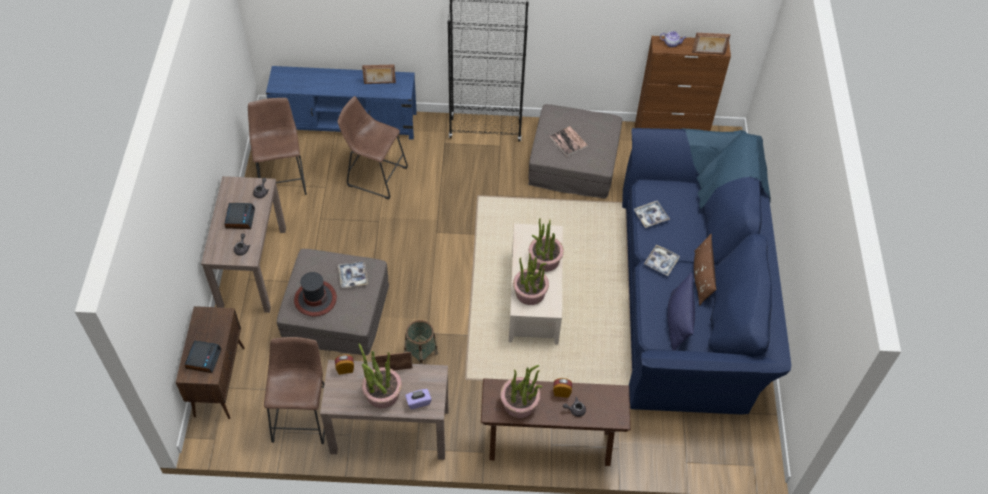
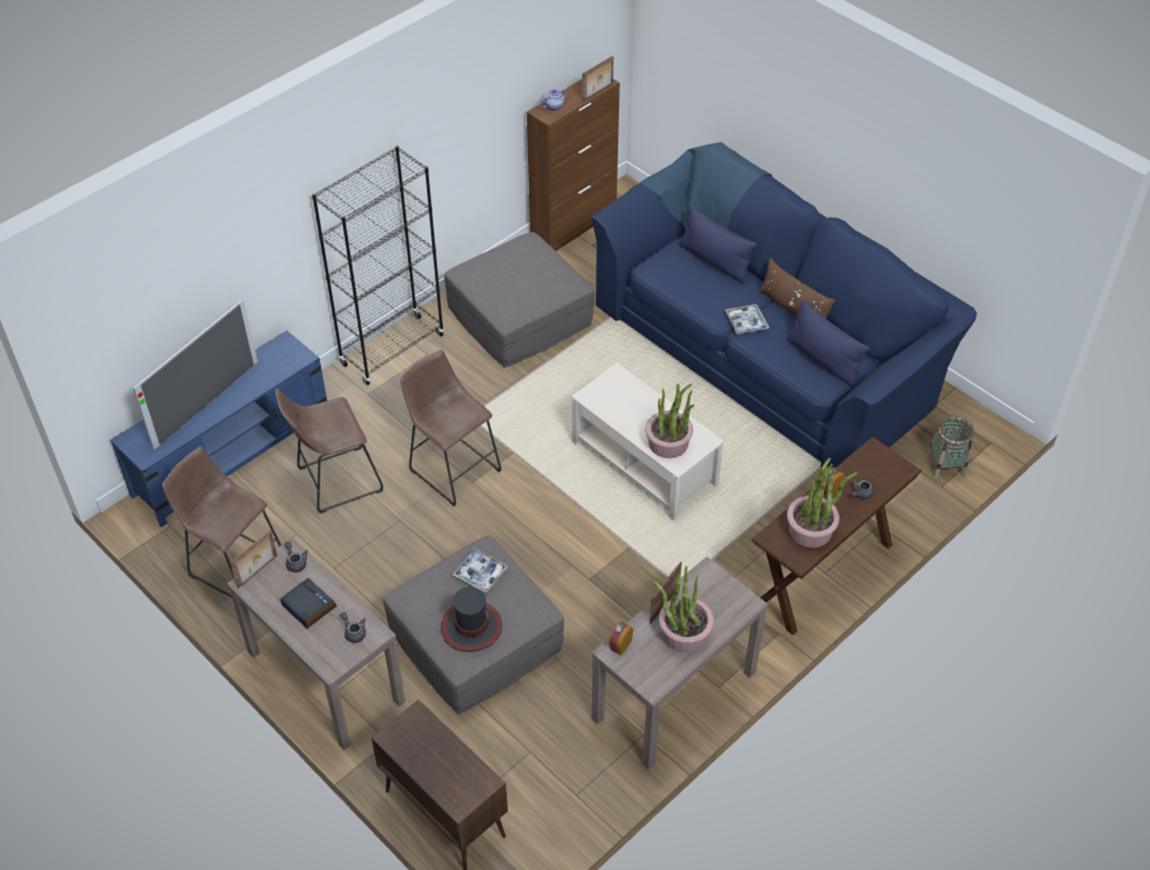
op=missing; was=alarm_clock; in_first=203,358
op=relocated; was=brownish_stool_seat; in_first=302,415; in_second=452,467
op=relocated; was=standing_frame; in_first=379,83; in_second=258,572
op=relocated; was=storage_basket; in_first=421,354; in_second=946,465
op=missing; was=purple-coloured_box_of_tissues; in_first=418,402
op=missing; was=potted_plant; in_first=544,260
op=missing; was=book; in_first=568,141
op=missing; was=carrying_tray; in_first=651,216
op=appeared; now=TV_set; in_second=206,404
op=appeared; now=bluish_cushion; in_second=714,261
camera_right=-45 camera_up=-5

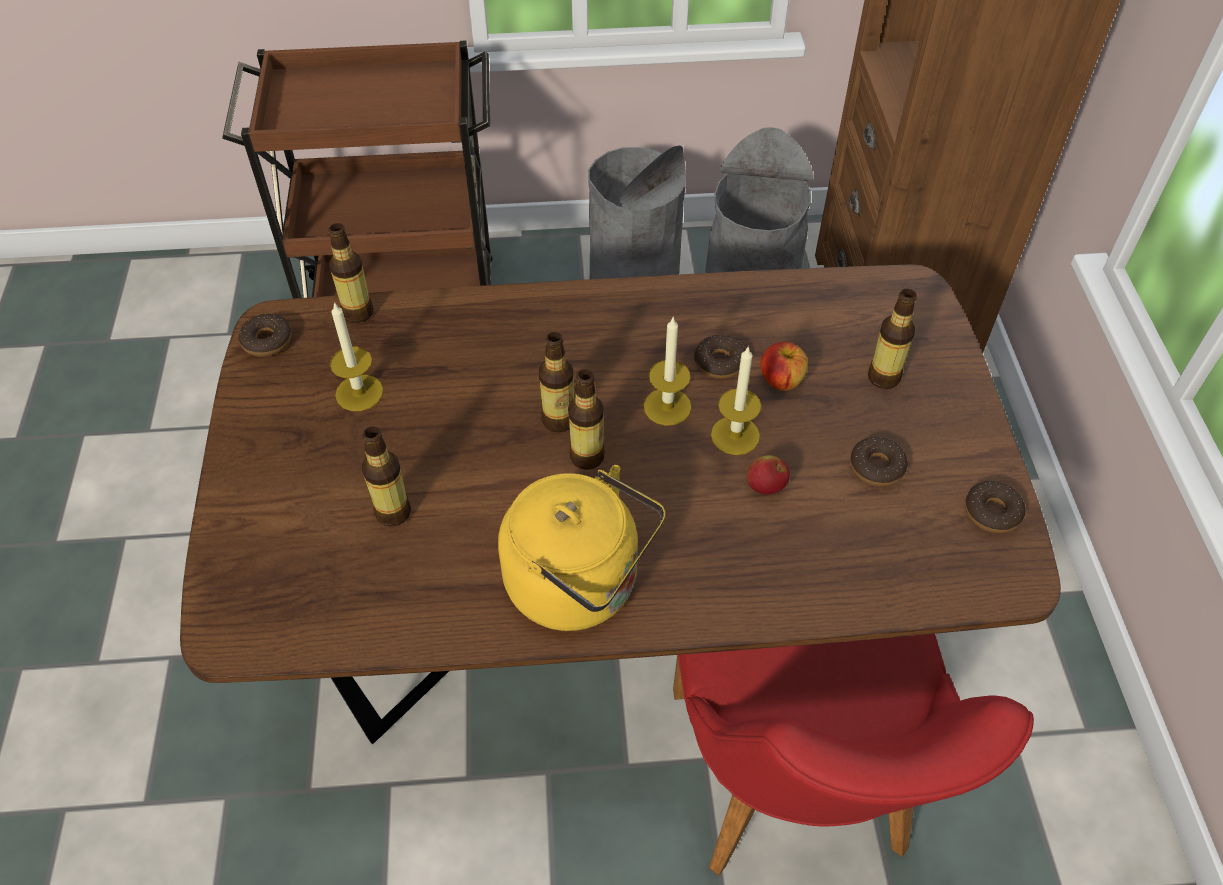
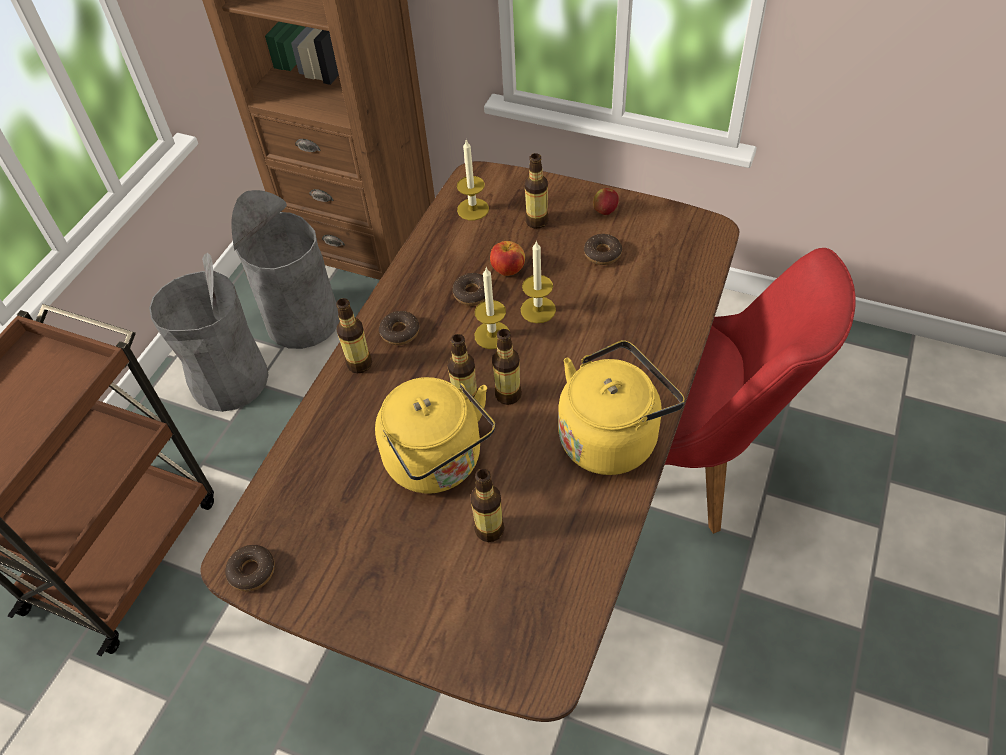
op=relocated; was=drink_bottle; in_first=357,313; in_second=359,364
op=relocated; was=wax_candle; in_first=359,393; in_second=473,209
op=relocated; was=apple; in_first=765,486; in_second=605,211
op=relocated; was=ring_doughnut; in_first=992,512; in_second=400,332
op=appeared; now=yellowish_water_kettle; in_second=438,463
camera_right=-60 camera_up=0

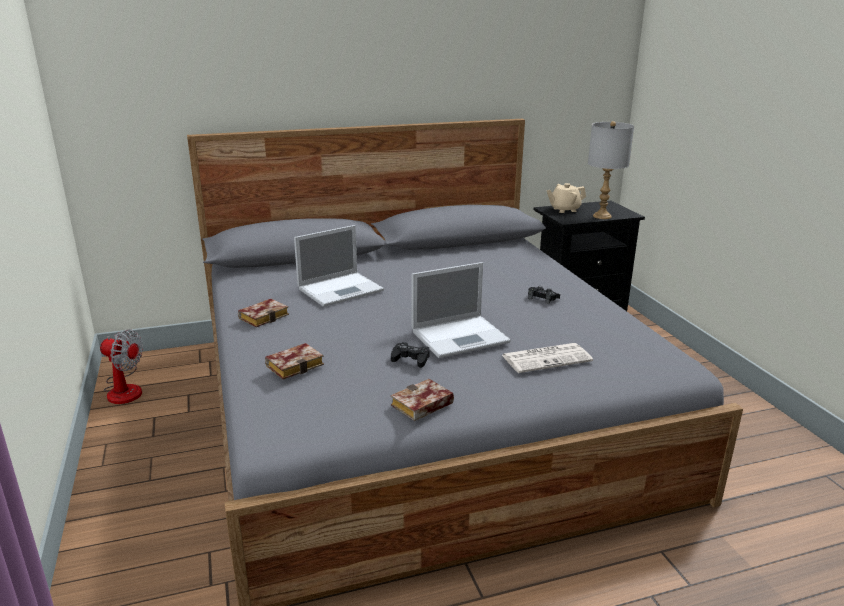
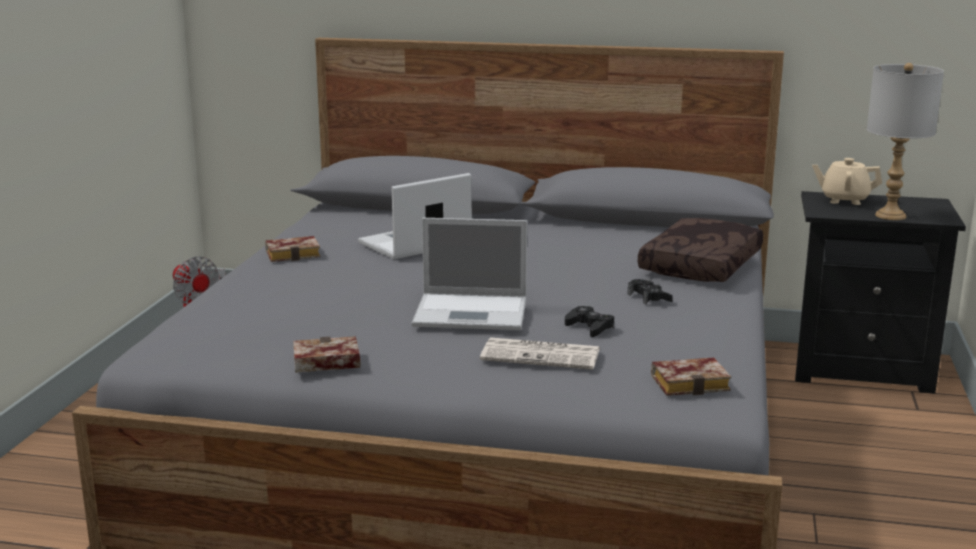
op=relocated; was=book; in_first=296,364; in_second=692,383
op=spun; was=notebook_computer; in_first=341,289; in_second=413,244; clockwise=150
op=relocated; was=blackish_gamepad; in_first=411,359; in_second=589,327
op=appeared; now=brownish_cushion; in_second=702,266
camera_right=30 camera_up=-5

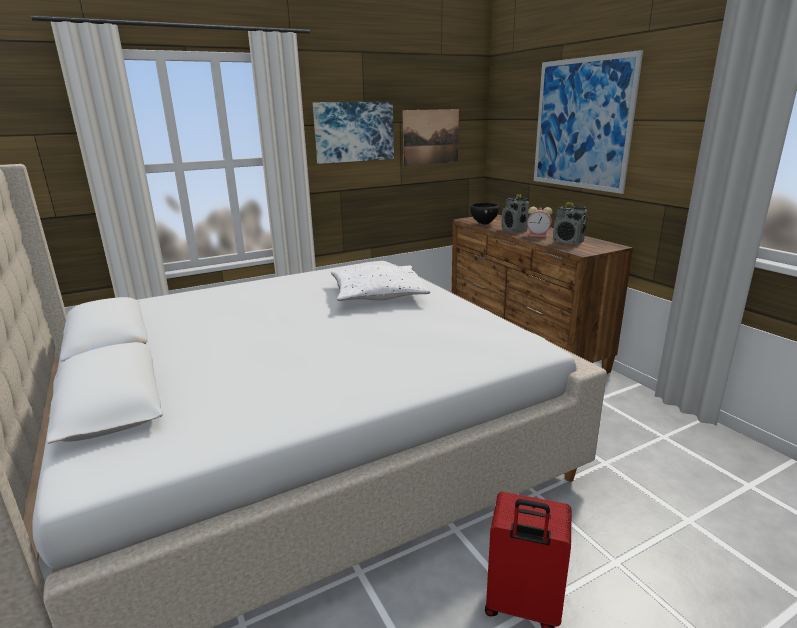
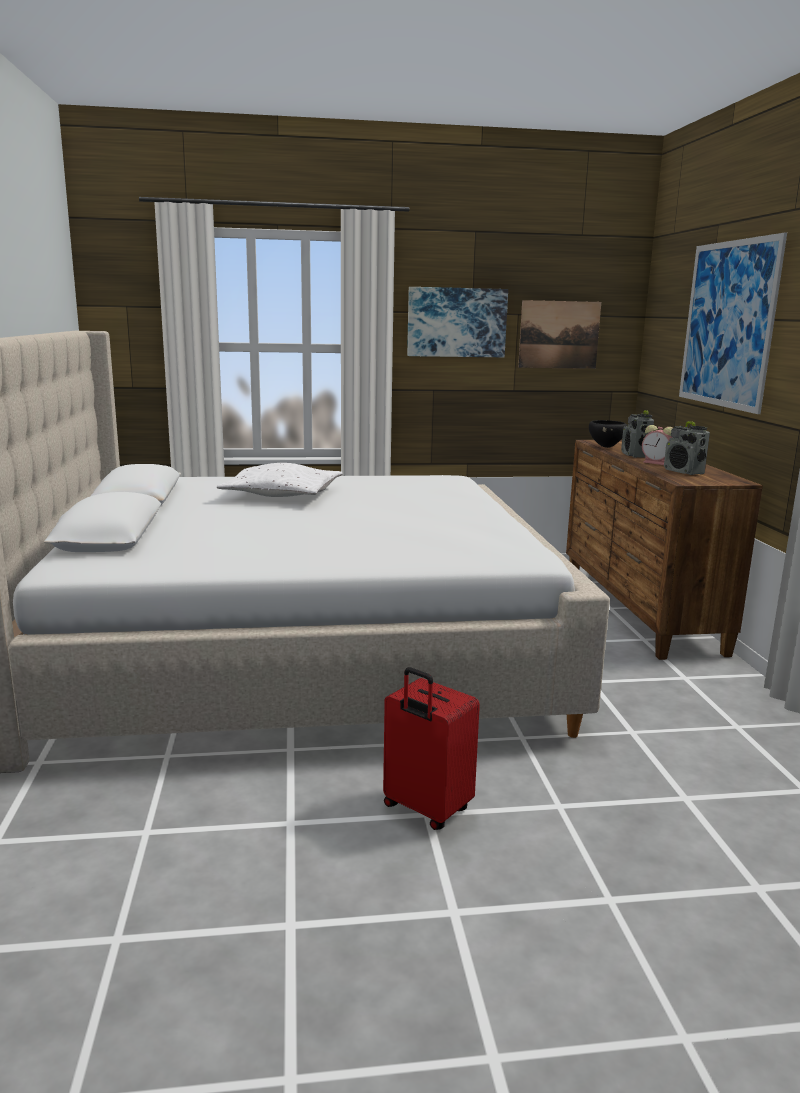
op=relocated; was=white-coloured_cushion; in_first=378,294; in_second=282,495
camera_right=20 camera_up=-5

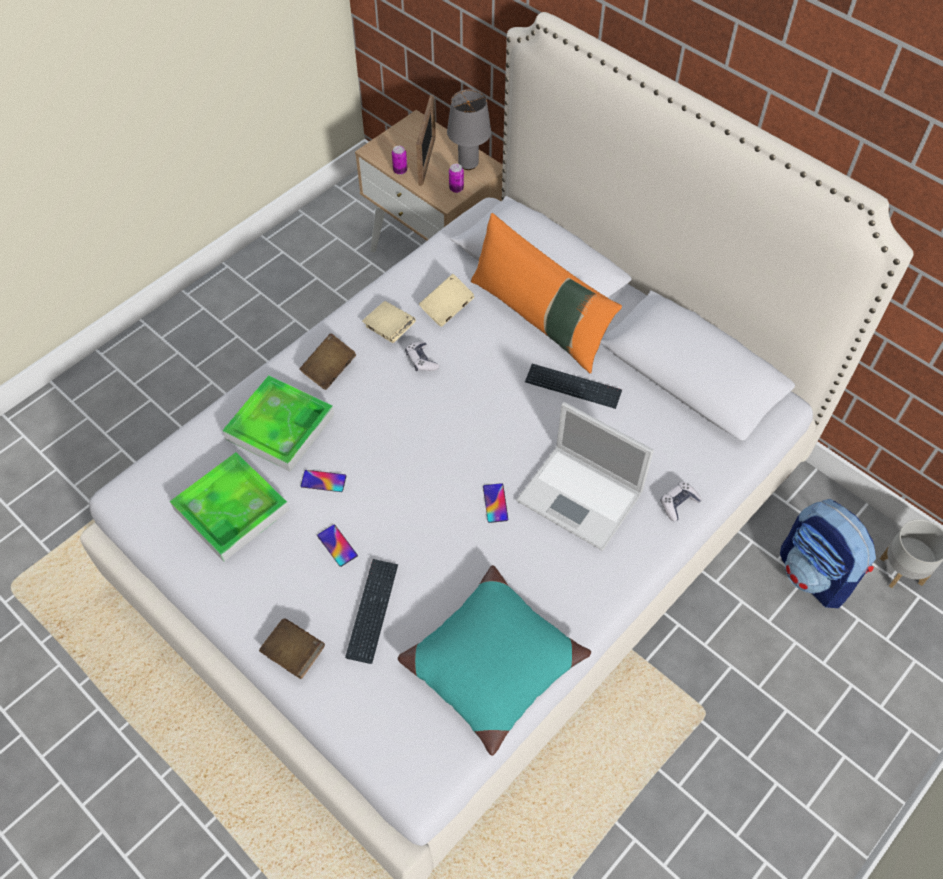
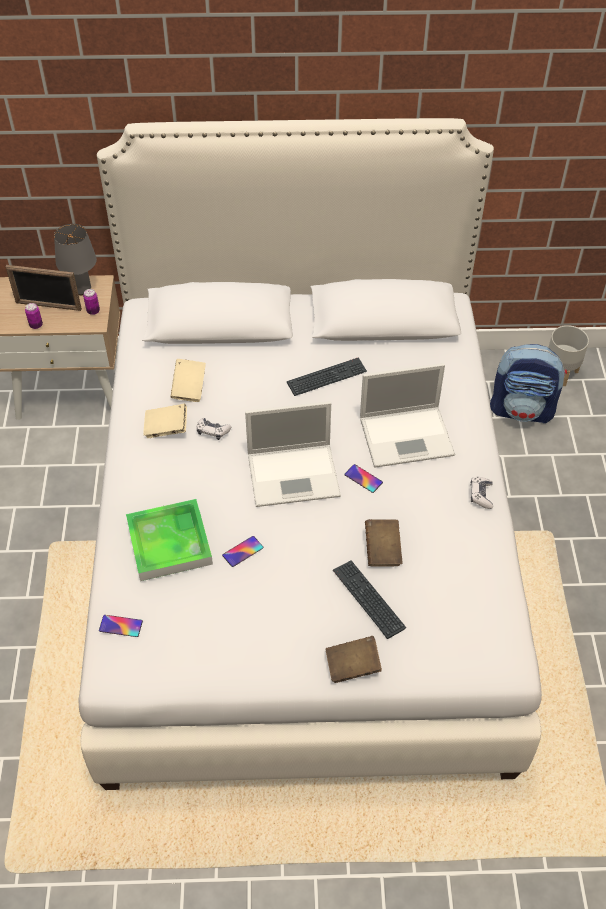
op=missing; was=carrying_tray; in_first=231,509
op=relocated; was=brownish_book; in_first=329,370; in_second=382,550
op=relocated; was=handset; in_first=337,545; in_second=120,626
op=missing; was=blue-green_cushion; in_first=492,663
op=spun; was=standing_frame; in_first=427,161; in_second=48,306; clockwise=135
op=missing; was=orange-coloured_cushion; in_first=539,319
op=relocated; was=gamepad; in_first=678,504; in_second=481,495
op=appeared; now=notebook_computer; in_second=295,474
camera_right=-45 camera_up=-5

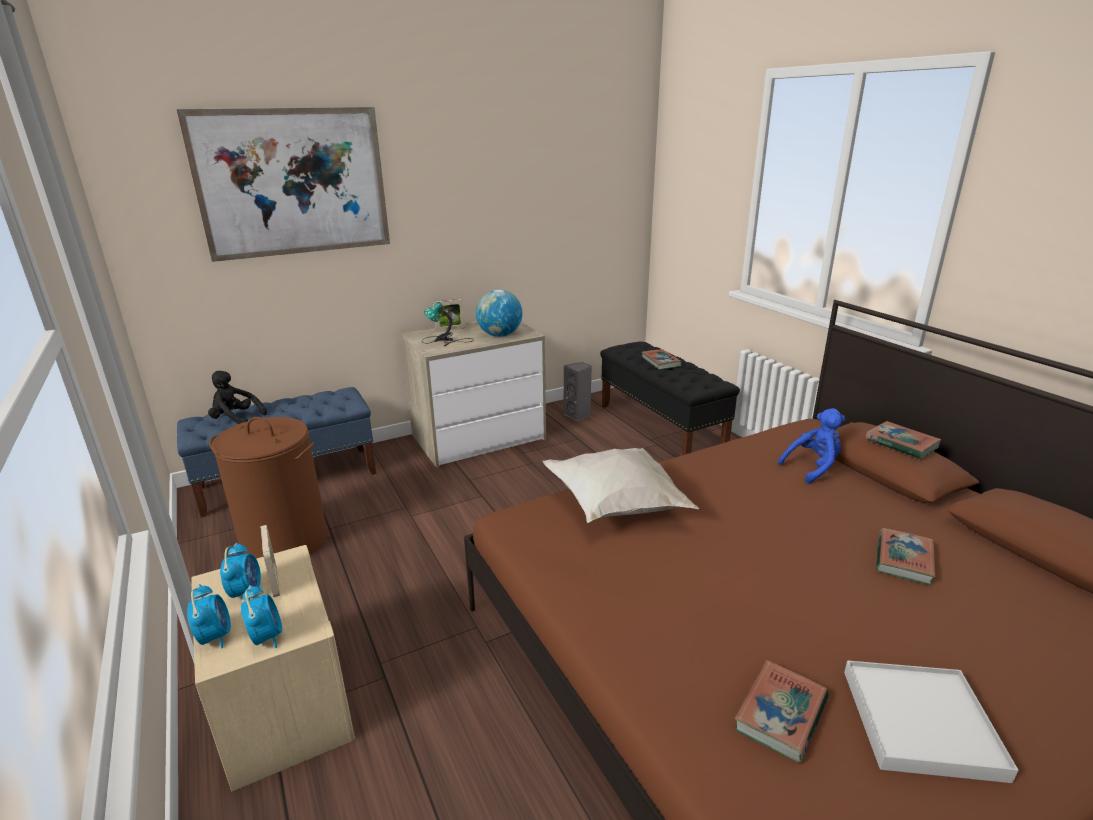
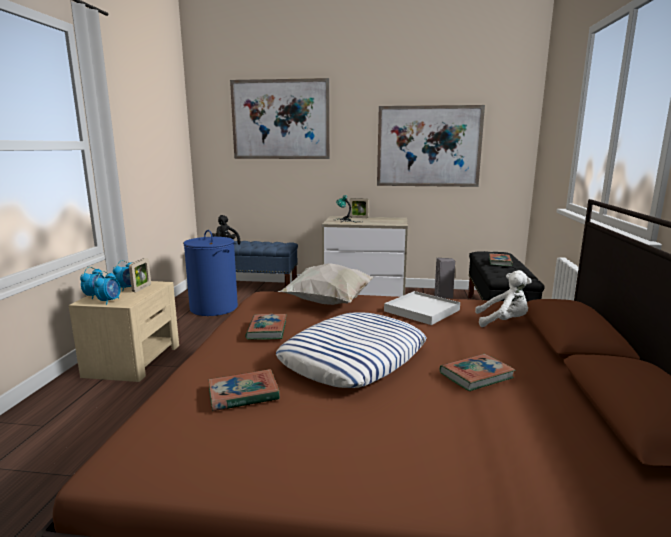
op=colour; was=brownish_hamper; now=bluish_hamper; in_first=284,541; in_second=213,308
op=missing; was=globe; in_first=500,335
op=colour; was=bluish_plush_toy; now=white-coloured_plush_toy; in_first=813,467; in_second=503,322
op=relocated; was=white-coloured_carrying_tray; in_first=921,723; in_second=422,311
op=relocated; was=book; in_first=901,444; in_second=267,330
op=appeared; now=cushion; in_second=353,358
op=appeared; now=wall_art; in_second=428,146
camera_right=35 camera_up=-10

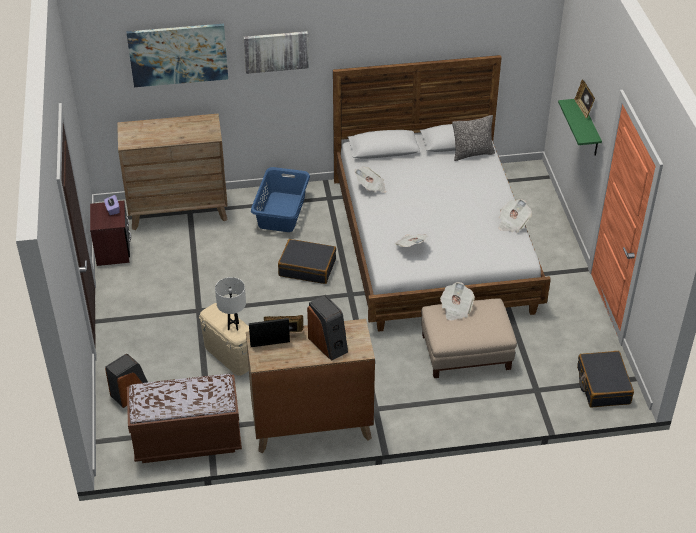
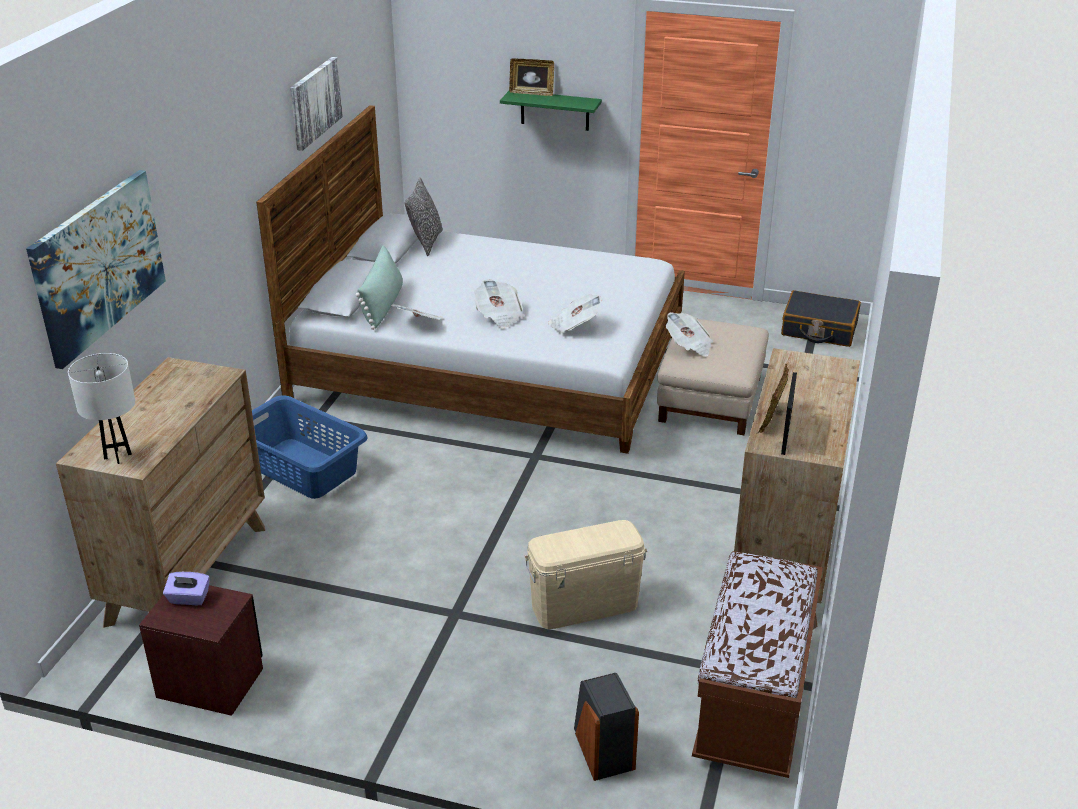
op=relocated; was=white-coloured_table_lamp; in_first=233,326; in_second=117,456
op=relocated; was=wall_art; in_first=276,51; in_second=314,102
op=missing; was=blackish_travel_case; in_first=307,267
op=missing; was=speaker; in_first=328,344
op=relocated; was=newspaper; in_first=512,223; in_second=499,316
op=appeared; now=green-coloured_cushion; in_second=382,305
camera_right=-65 camera_up=-10

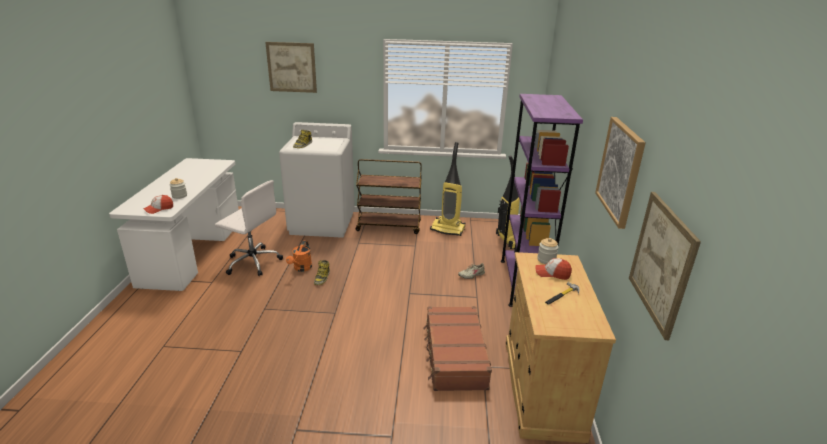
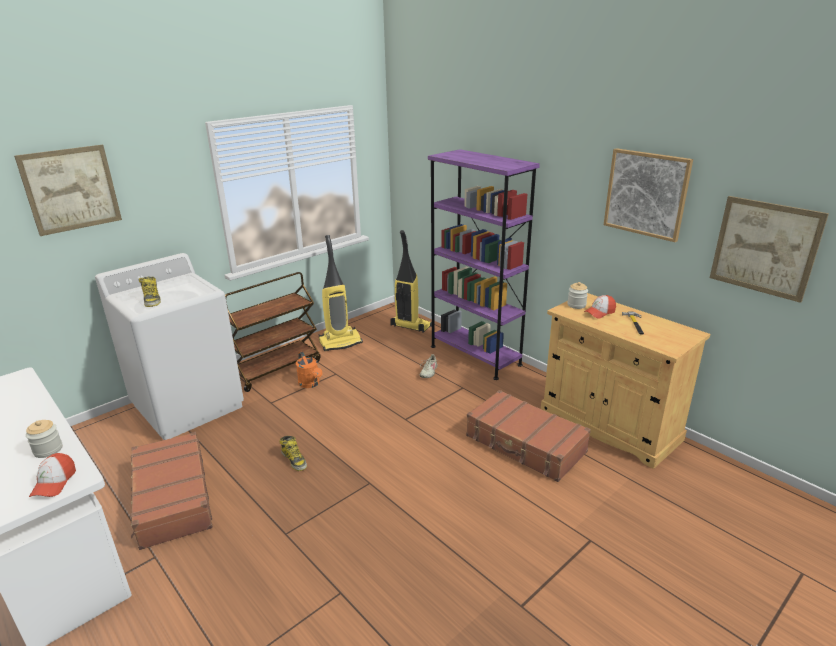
op=exchanged; was=white-coloured_desk_chair; now=brownish_travel_case; in_first=252,262; in_second=172,498
op=relocated; was=orange-coloured_sprinkling_can; in_first=301,268; in_second=311,384
camera_right=-45 camera_up=0

